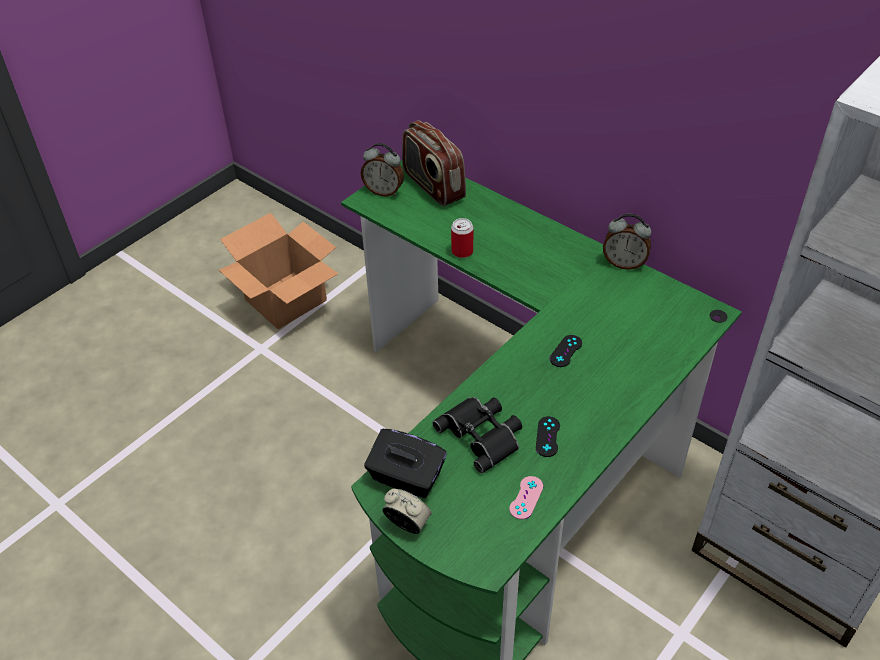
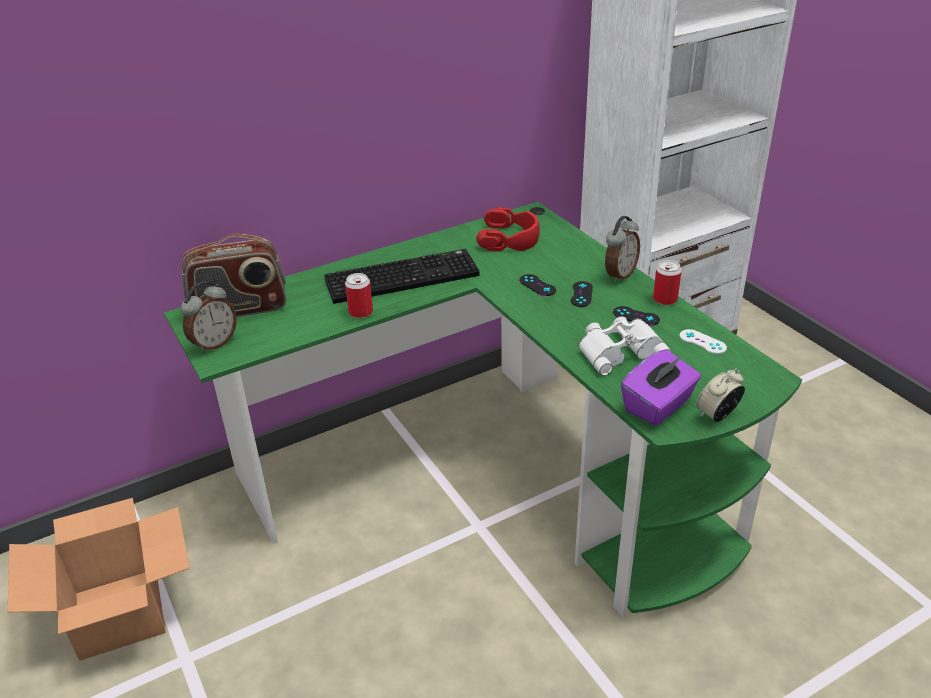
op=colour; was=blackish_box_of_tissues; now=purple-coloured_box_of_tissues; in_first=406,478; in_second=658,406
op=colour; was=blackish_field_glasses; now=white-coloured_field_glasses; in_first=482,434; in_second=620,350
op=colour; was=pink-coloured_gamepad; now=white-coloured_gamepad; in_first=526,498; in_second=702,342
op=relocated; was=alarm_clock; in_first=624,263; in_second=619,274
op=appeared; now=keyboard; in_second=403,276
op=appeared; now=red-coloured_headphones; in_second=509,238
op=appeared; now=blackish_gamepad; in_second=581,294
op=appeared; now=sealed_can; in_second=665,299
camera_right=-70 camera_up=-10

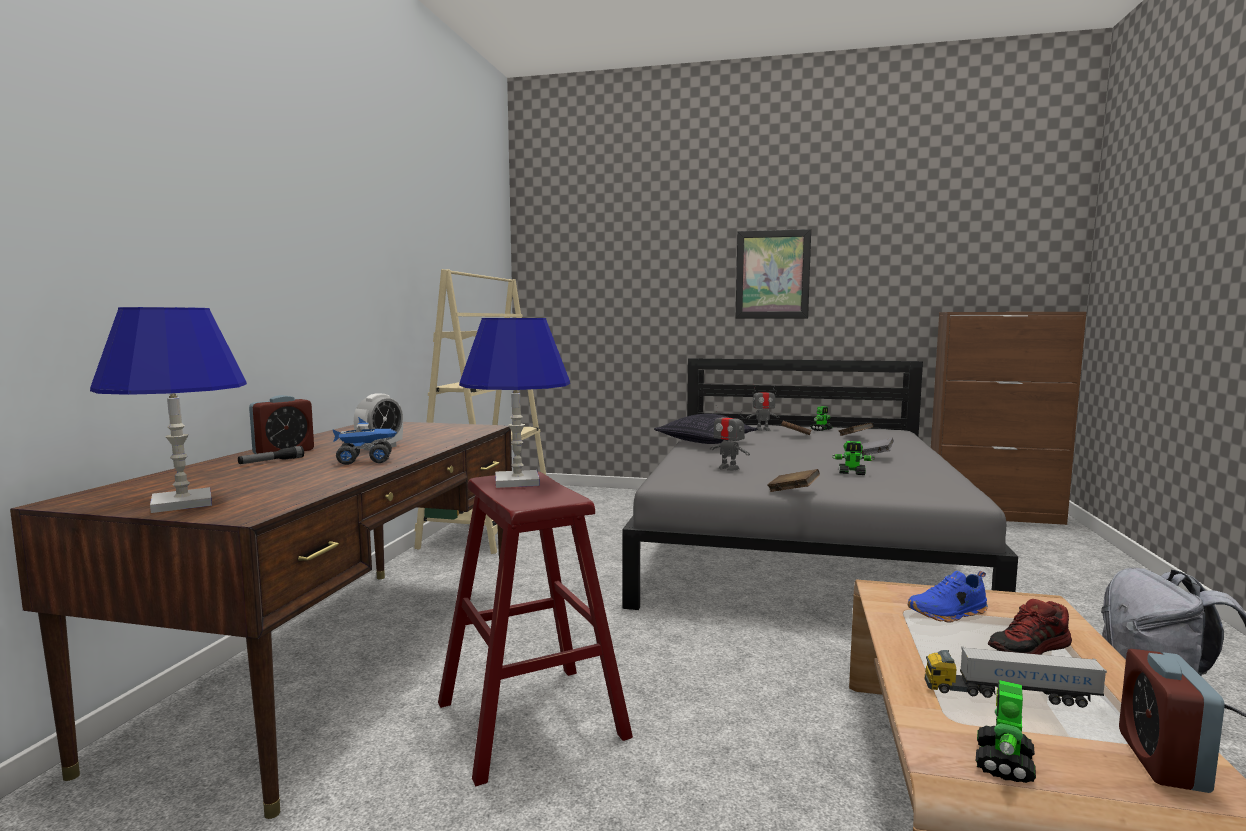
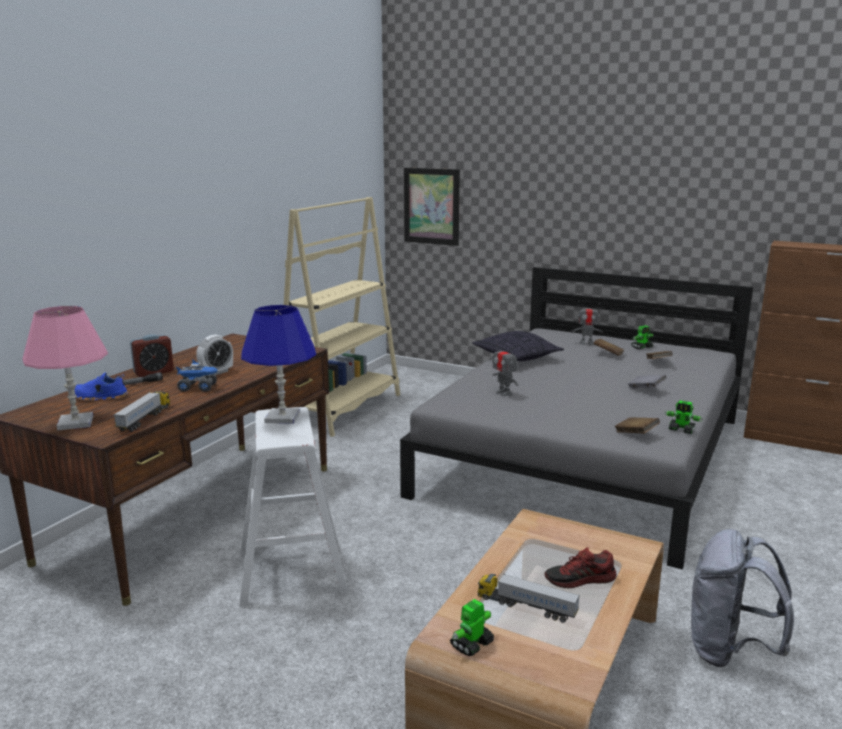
op=colour; was=bluish_table_lamp; now=pink-coloured_table_lamp; in_first=182,503; in_second=75,423
op=colour; was=red-coloured_stool_seat; now=white-coloured_stool_seat; in_first=531,720; in_second=292,571
op=relocated; was=wall_art; in_first=772,274; in_second=431,206
op=relocated; was=brownish_book; in_first=793,492; in_second=636,434
op=relocated; was=model_robot; in_first=852,473; in_second=682,430
op=relocated; was=bluish_item_of_footwear; in_first=949,614; in_second=99,397
op=missing; was=alarm_clock; in_first=1162,761
op=appeared; now=model_truck; in_second=144,419
camera_right=15 camera_up=10

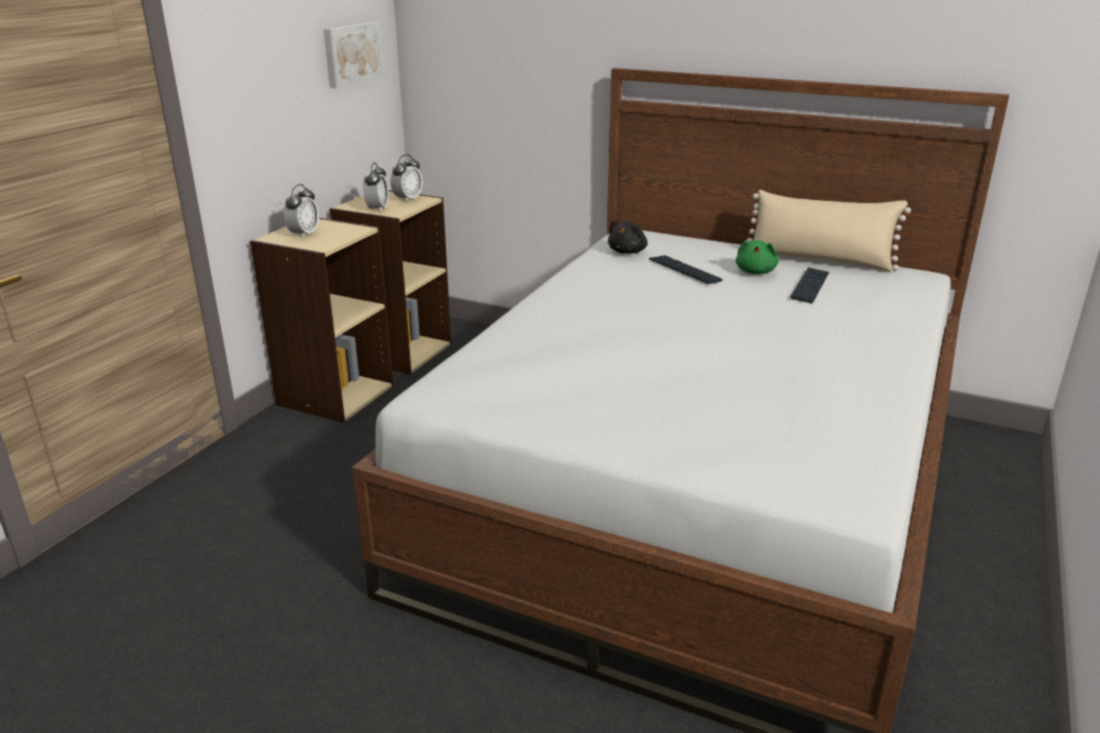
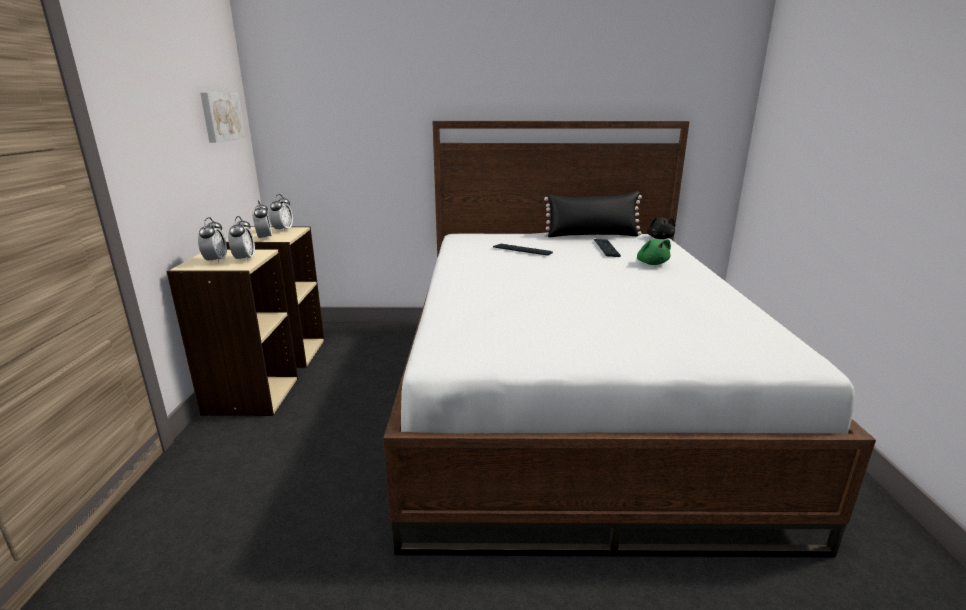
op=relocated; was=blackish_plush_toy; in_first=628,252; in_second=660,238
op=relocated; was=green-coloured_plush_toy; in_first=755,272; in_second=652,263
op=colour; was=beige-coloured_cushion; now=blackish_cushion; in_first=819,260; in_second=592,235
op=appeared; now=alarm_clock; in_second=244,259
camera_right=-25 camera_up=-5

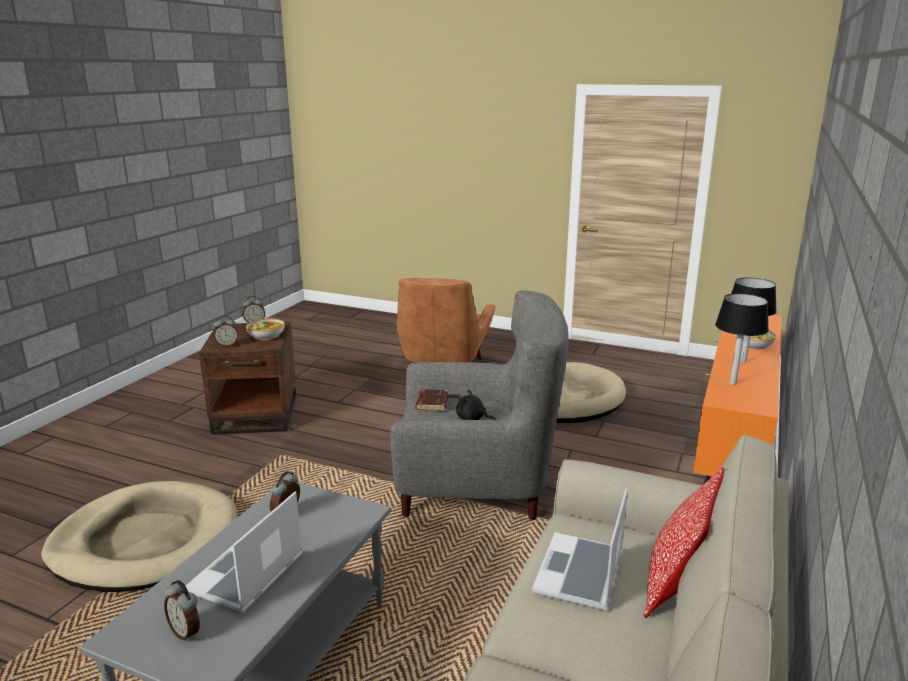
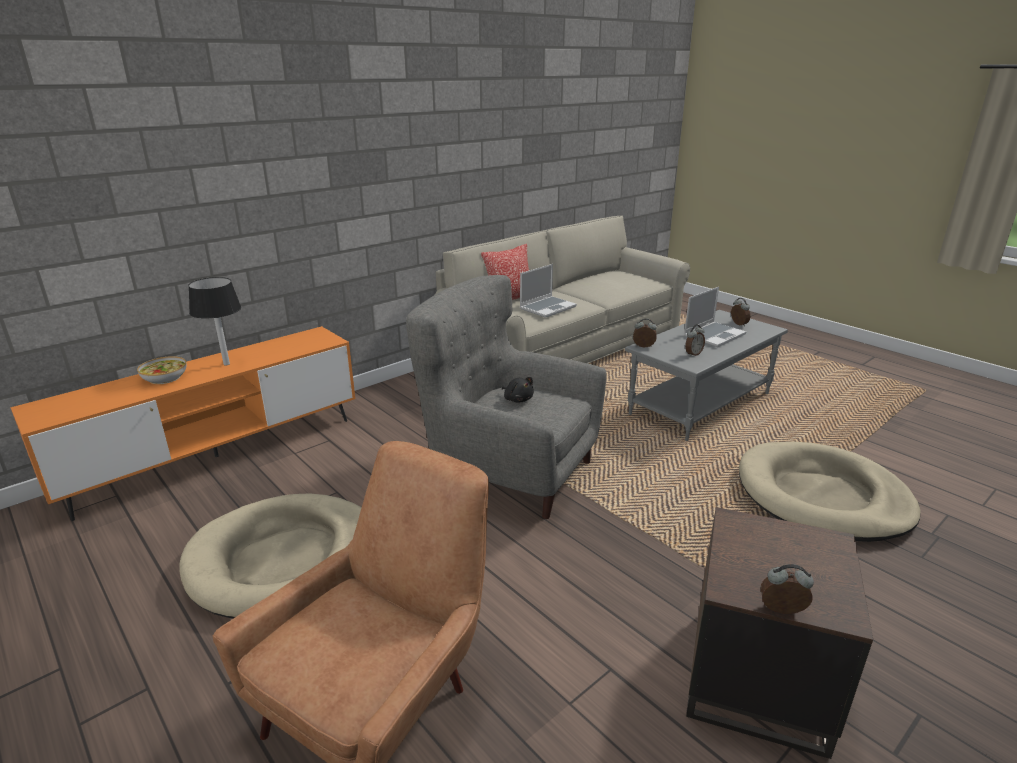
op=relocated; was=alarm_clock; in_first=227,345; in_second=643,347
op=missing; was=deep_dish; in_first=266,335
op=missing; was=brownish_book; in_first=431,403
op=missing; was=blackish_table_lamp; in_first=733,383
camera_right=-155 camera_up=5

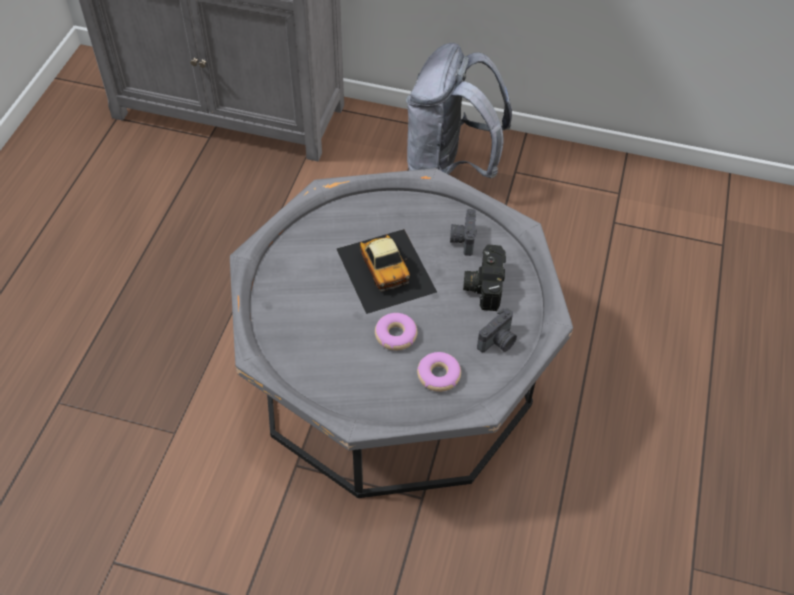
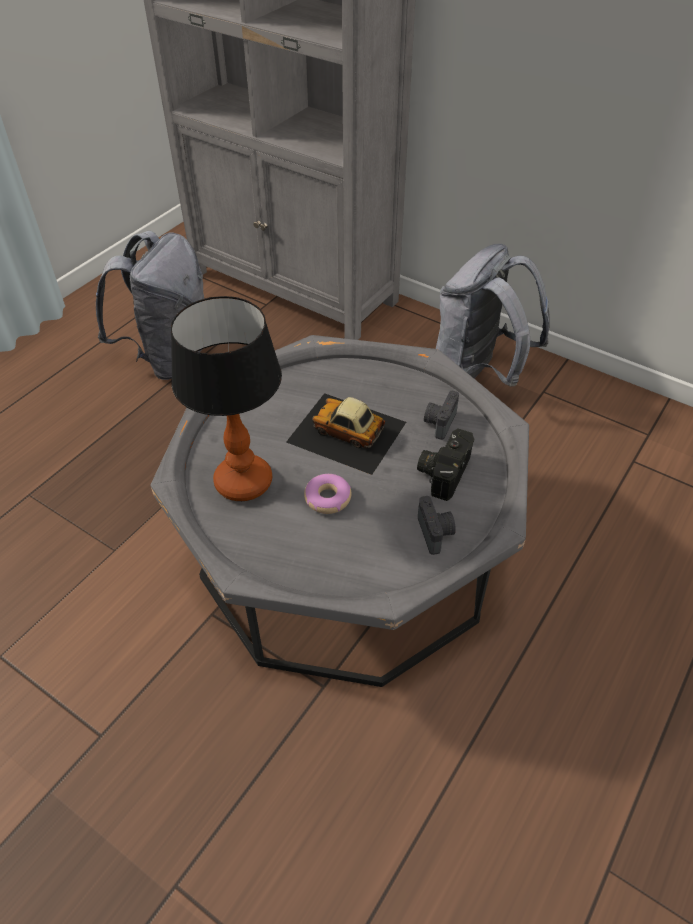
op=spun; was=model_car; in_first=386,269; in_second=347,432; clockwise=120
op=missing; was=ring_doughnut; in_first=438,375
op=spun; was=still_camera; in_first=498,341; in_second=436,533; clockwise=-75
op=appeared; now=gray_backpack; in_second=170,357
op=appeared; now=table_lamp; in_second=242,481
camera_right=20 camera_up=-5

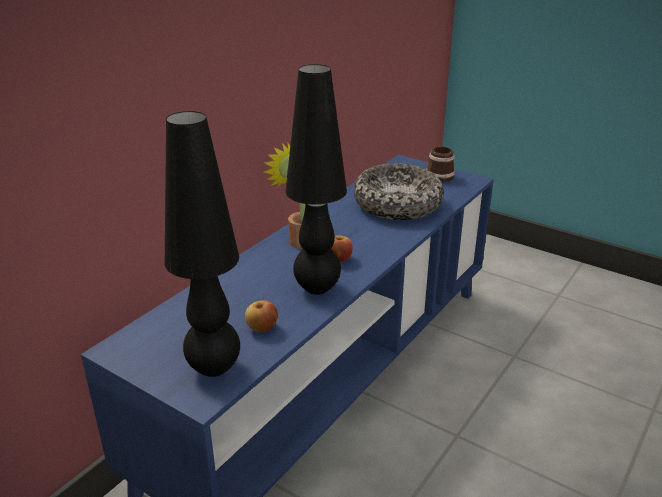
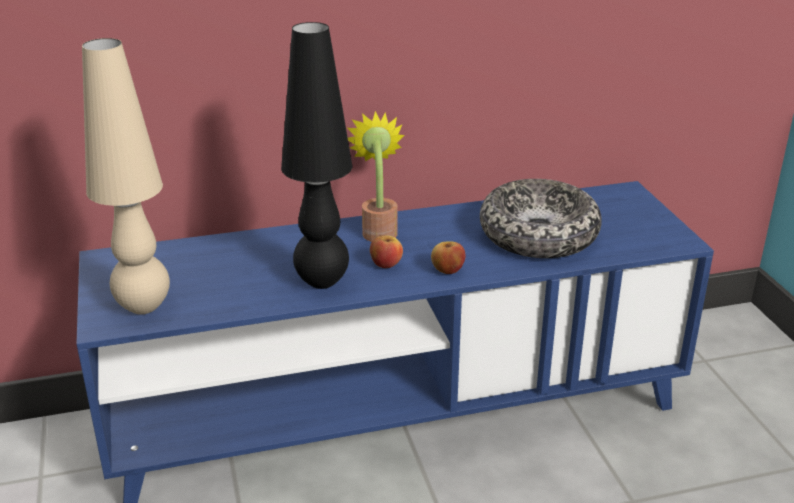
op=colour; was=blackish_table_lamp; now=beige-coloured_table_lamp; in_first=214,368; in_second=143,307
op=relocated; was=apple; in_first=262,328; in_second=447,270
op=missing; was=mug; in_first=439,175
camera_right=40 camera_up=0

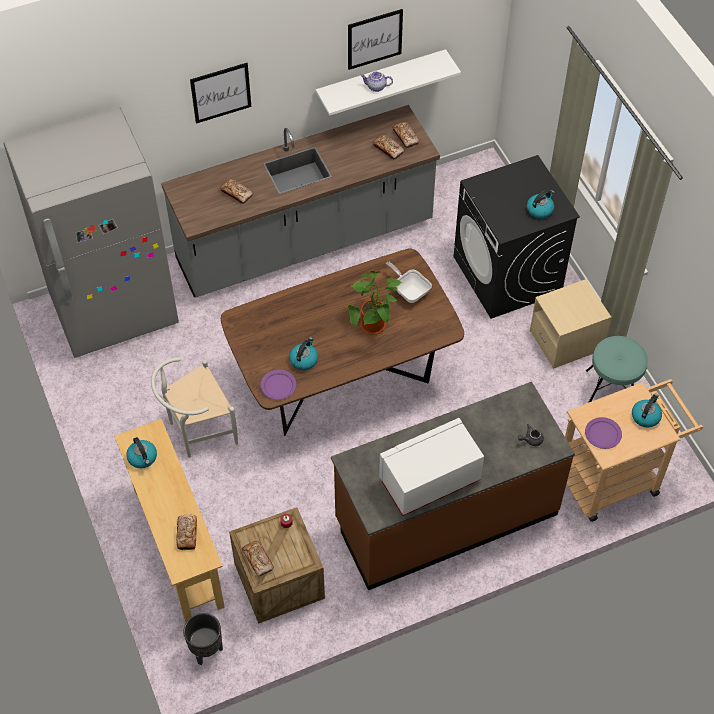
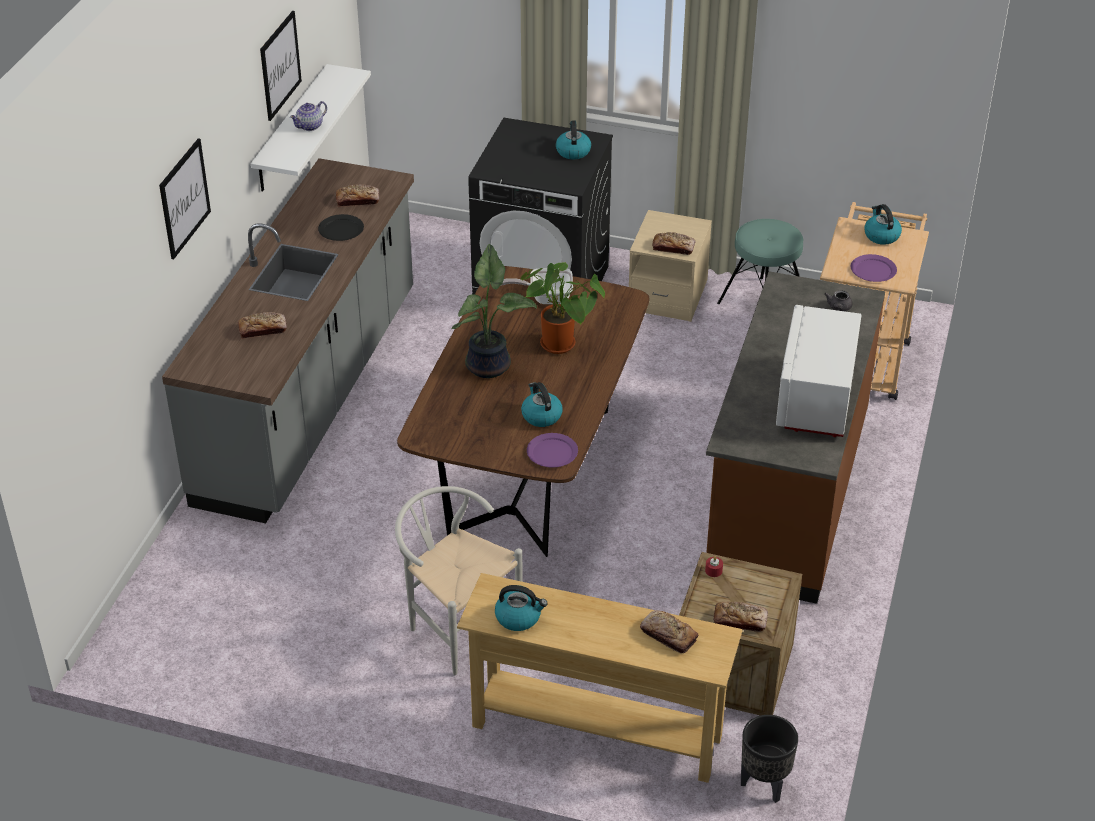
op=missing; was=gray_refrigerator; in_first=114,310
op=spun; was=white-coloured_upright_chair; in_first=197,431; in_second=456,625; clockwise=120
op=relocated; was=bread; in_first=405,137; in_second=673,247
op=appeared; now=blackish_dinner_plate; in_second=341,230
op=appeared; now=potted_plant; in_second=490,365
camera_right=-50 camera_up=-15

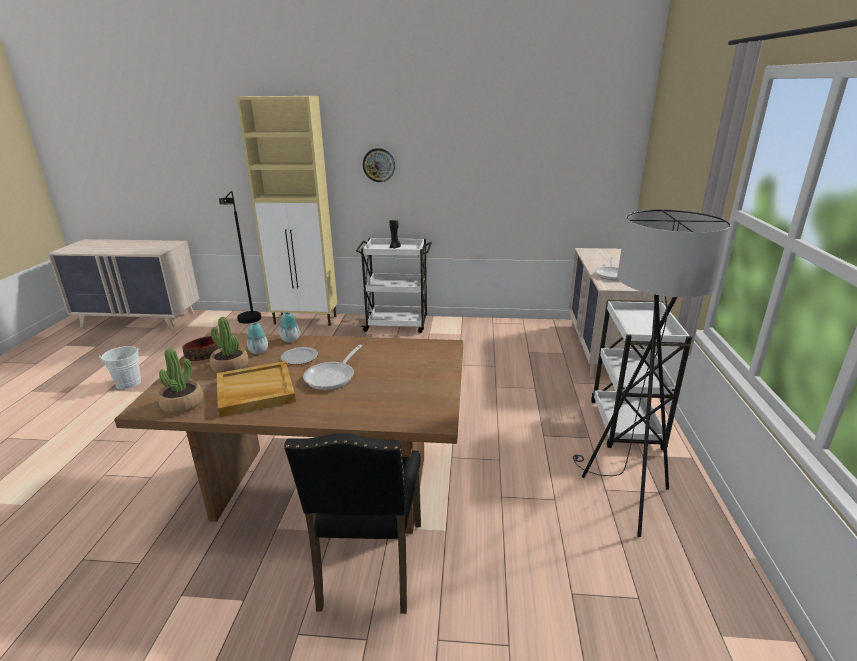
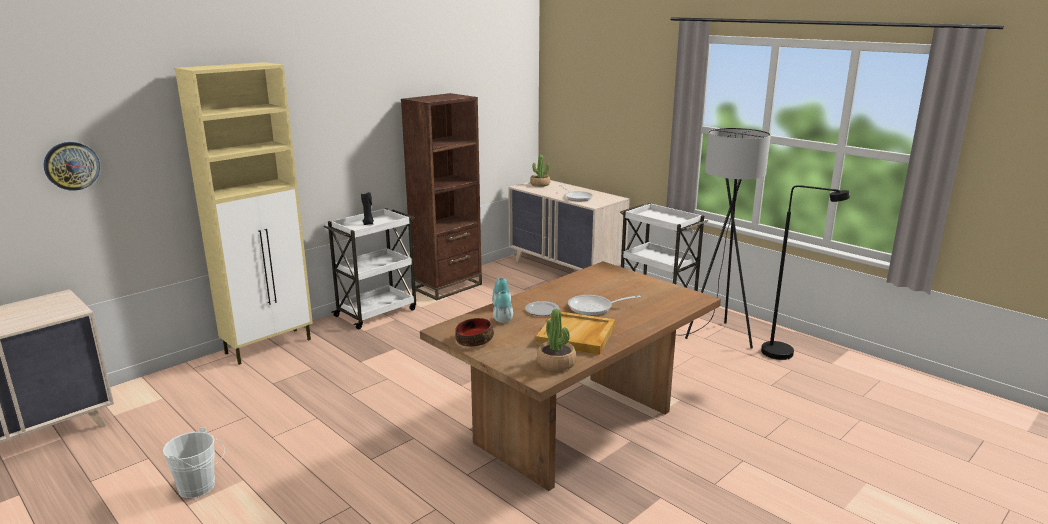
op=relocated; was=potted_plant; in_first=230,367; in_second=540,184
op=relocated; was=blackish_standing_lamp; in_first=249,321; in_second=786,354
op=missing; was=blackish_upright_chair; in_first=368,566
op=spun; was=frying_pan; in_first=333,377; in_second=594,308; clockwise=105
op=relocated; was=hanging_clock; in_first=379,165; in_second=71,166
op=appeared; now=brownish_bookshelf; in_second=447,286
camera_right=-50 camera_up=-5

